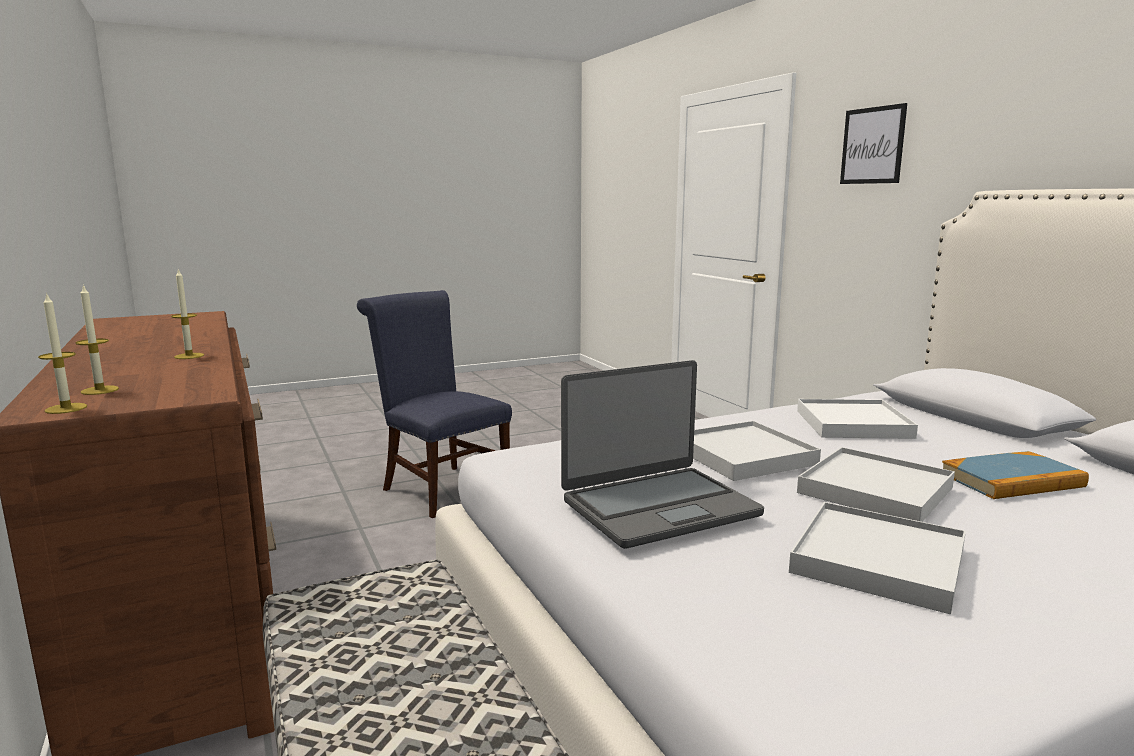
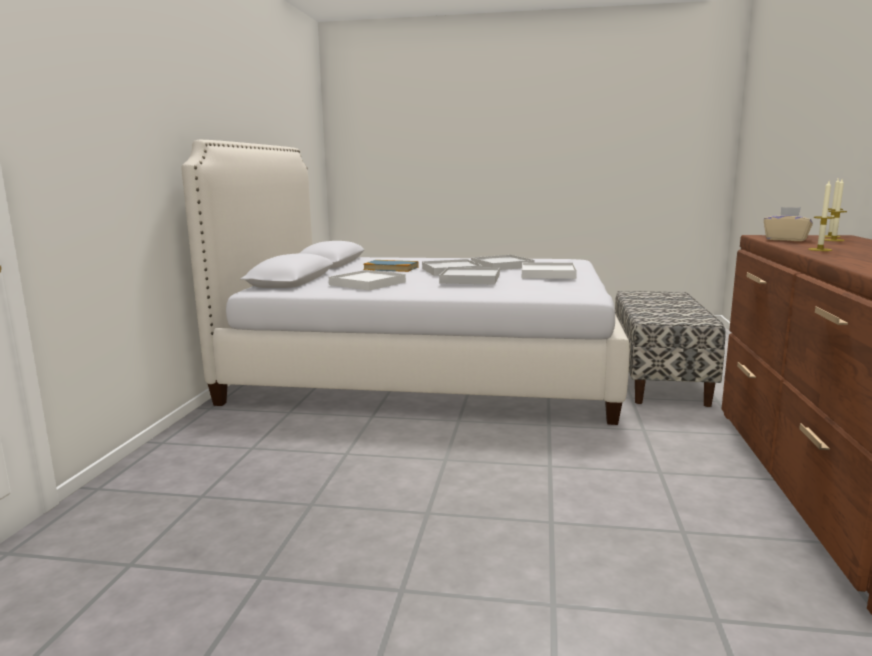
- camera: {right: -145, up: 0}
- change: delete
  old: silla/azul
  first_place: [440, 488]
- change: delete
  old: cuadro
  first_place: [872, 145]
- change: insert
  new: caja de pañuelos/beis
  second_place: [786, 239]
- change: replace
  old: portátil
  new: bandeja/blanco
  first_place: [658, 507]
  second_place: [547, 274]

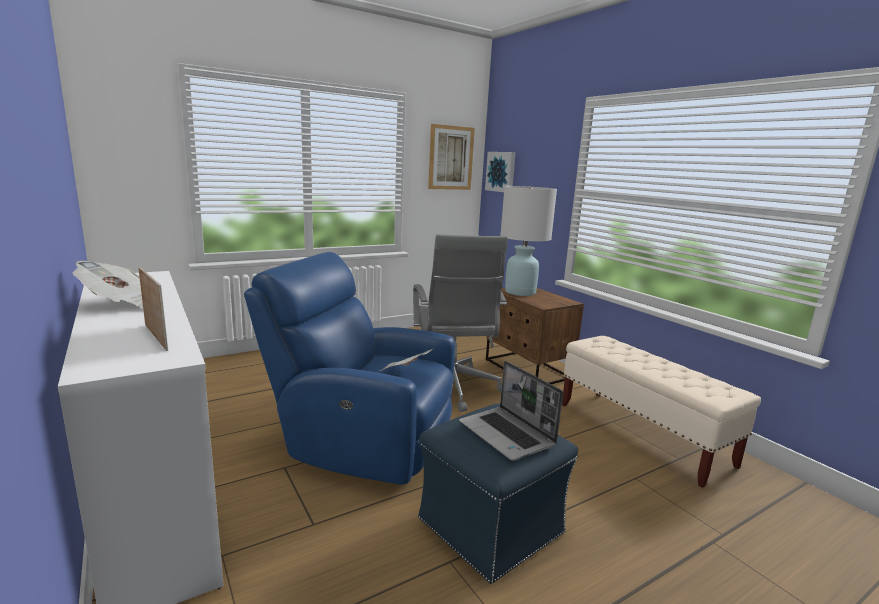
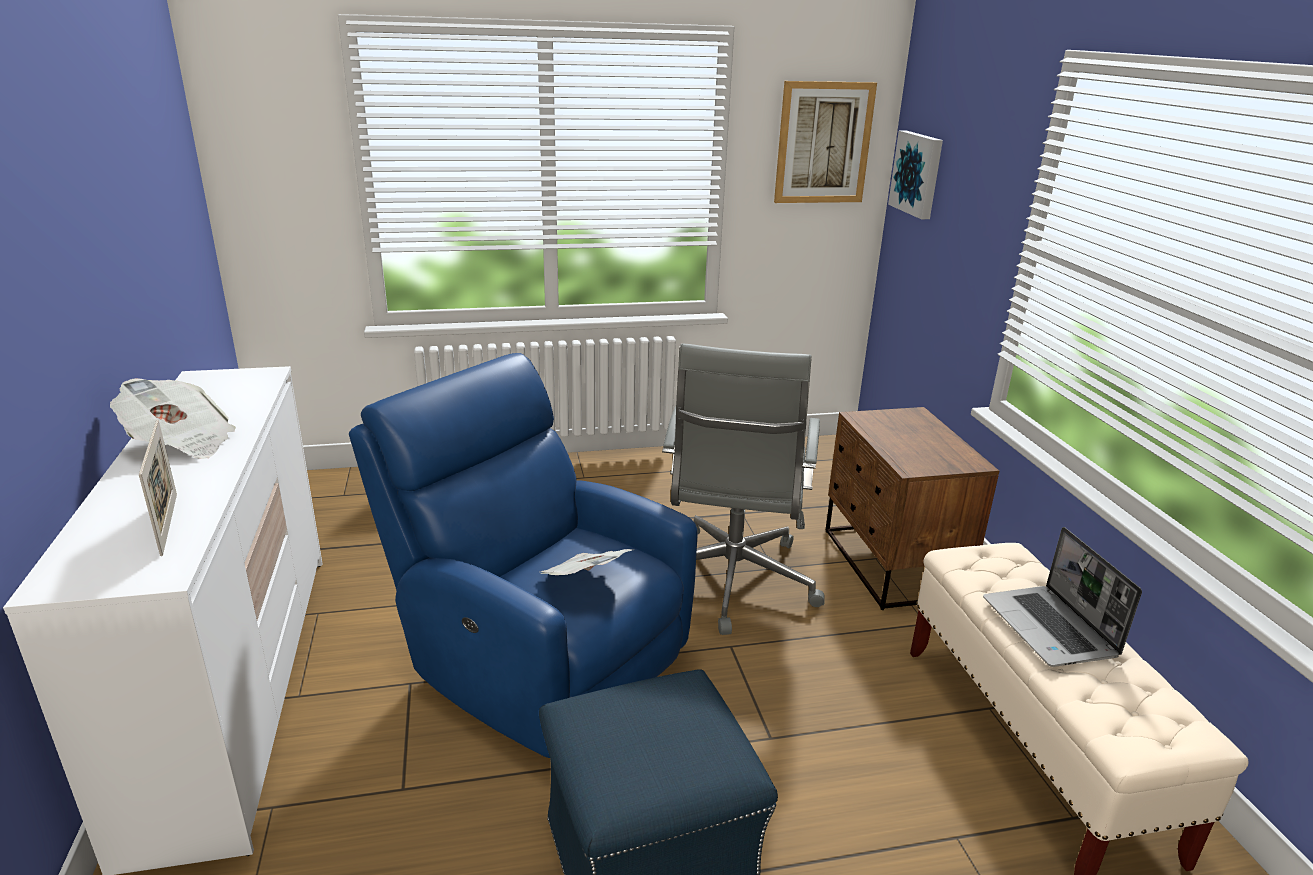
- camera: {right: 20, up: 10}
- change: delete
  old: lámpara de mesa/blanco
  first_place: [520, 292]
- change: move
  old: portátil
  first_place: [507, 434]
  second_place: [1050, 628]

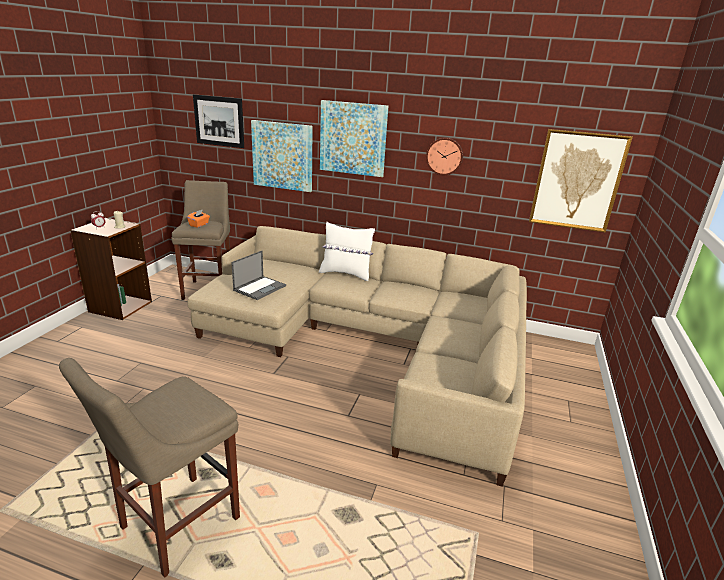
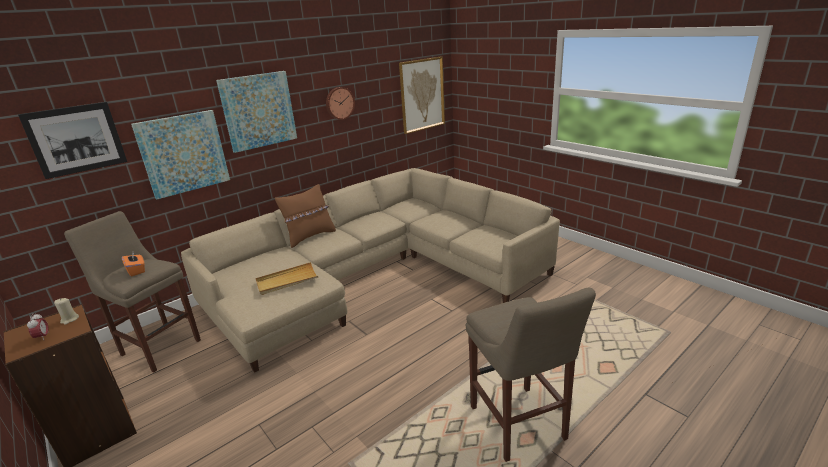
- camera: {right: -55, up: 0}
- change: replace
  old: portátil
  new: bandeja/beis
  first_place: [260, 288]
  second_place: [287, 281]
- change: recolor
  old: cojín/blanco
  new: cojín/marrón
  first_place: [346, 274]
  second_place: [310, 237]

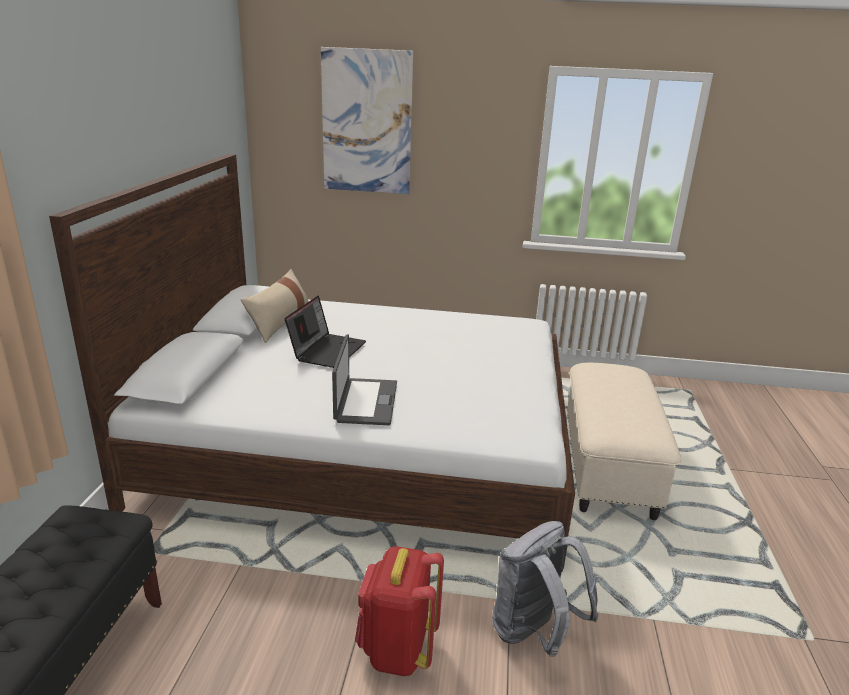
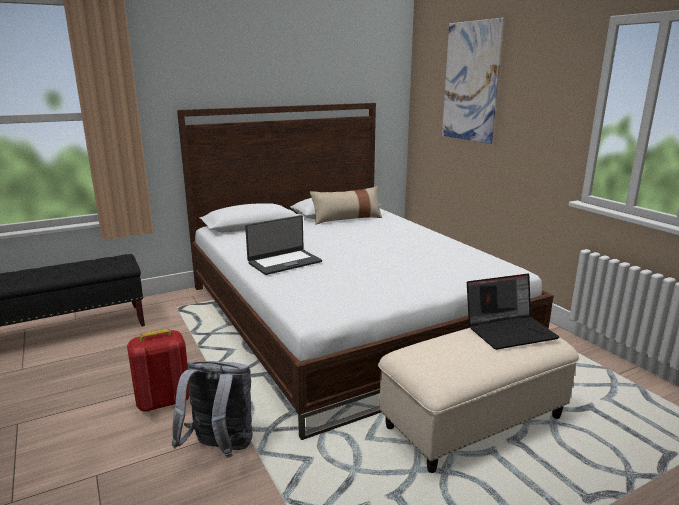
- camera: {right: 55, up: -5}
- change: move
  old: portátil
  first_place: [327, 350]
  second_place: [510, 330]

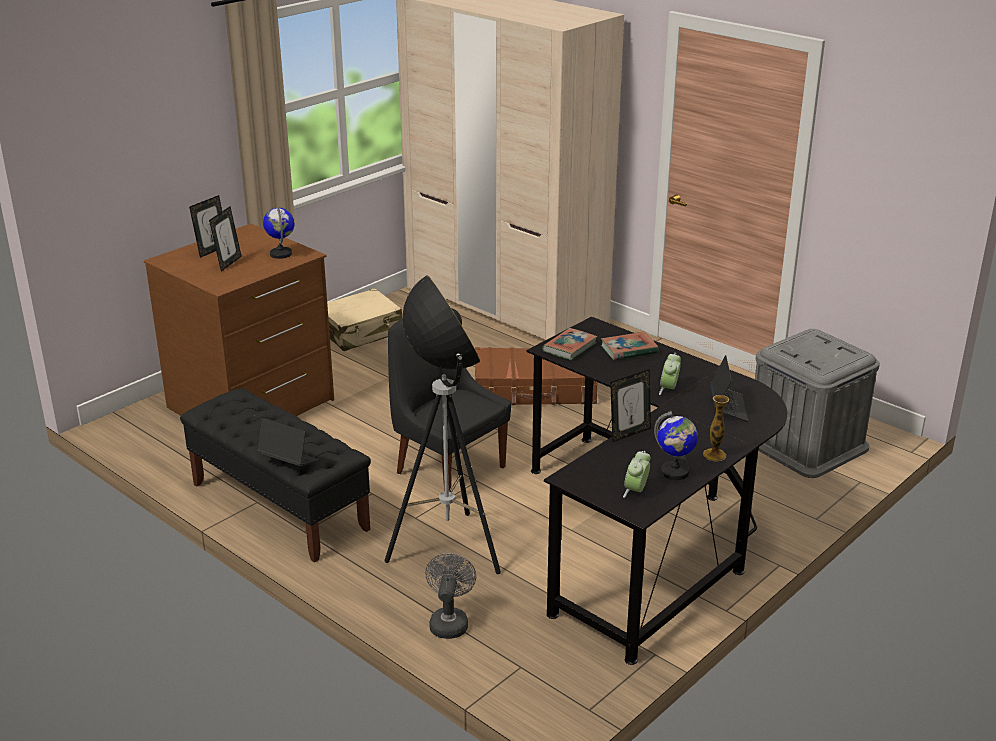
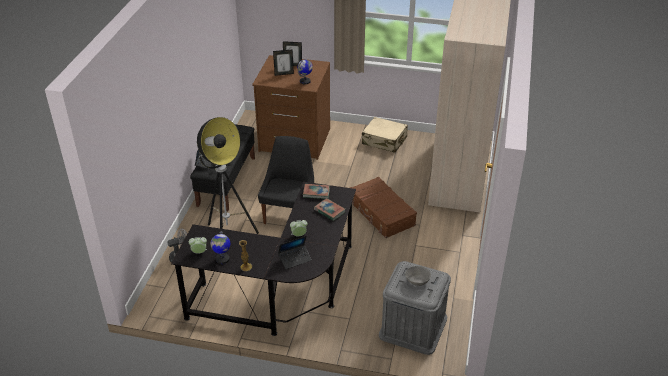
- camera: {right: 60, up: 10}
- change: delete
  old: portarretratos
  first_place: [629, 433]
- change: insert
  new: cuenco/gris
  second_place: [417, 281]

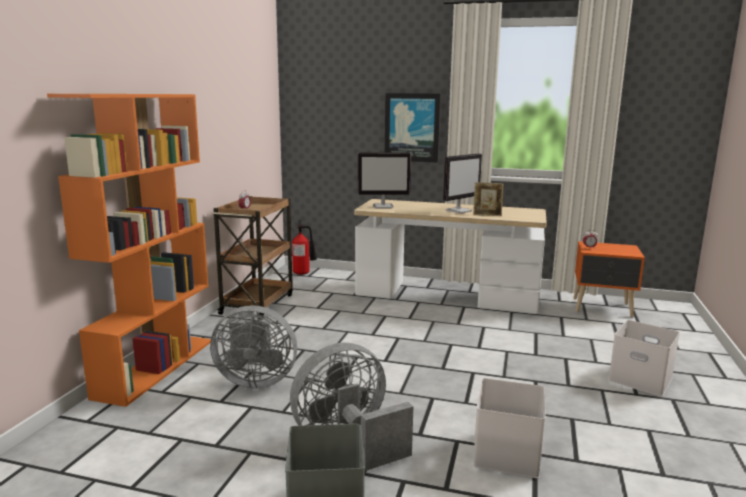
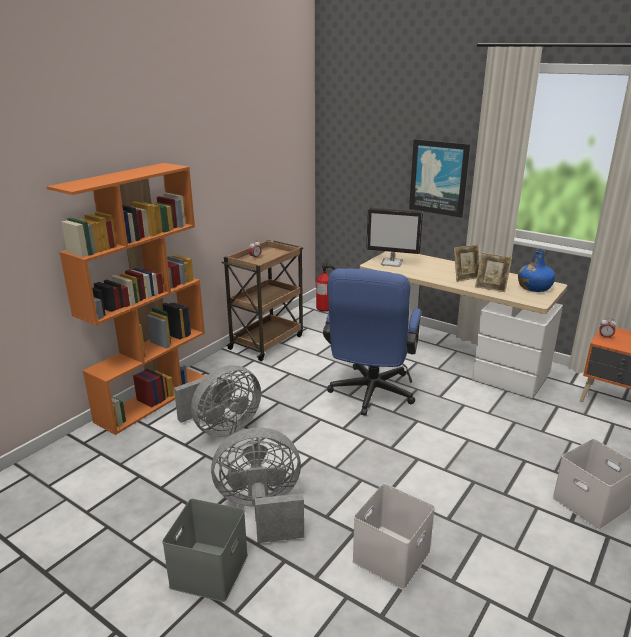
- camera: {right: 20, up: 10}
- change: insert
  new: silla de oficina/azul
  second_place: [370, 395]
- change: insert
  new: botella/azul
  second_place: [534, 288]
- change: replace
  old: monitor
  new: portarretratos
  first_place: [459, 211]
  second_place: [465, 278]
- change: rotate
  old: ventilador/gris
  first_place: [255, 380]
  second_place: [222, 428]
  degrees: -60

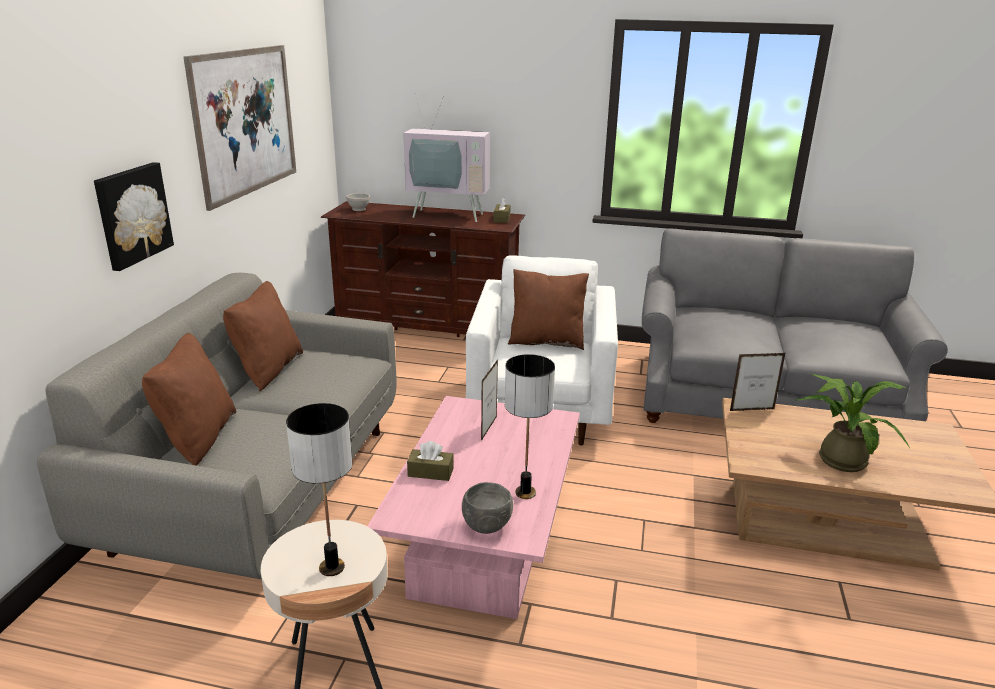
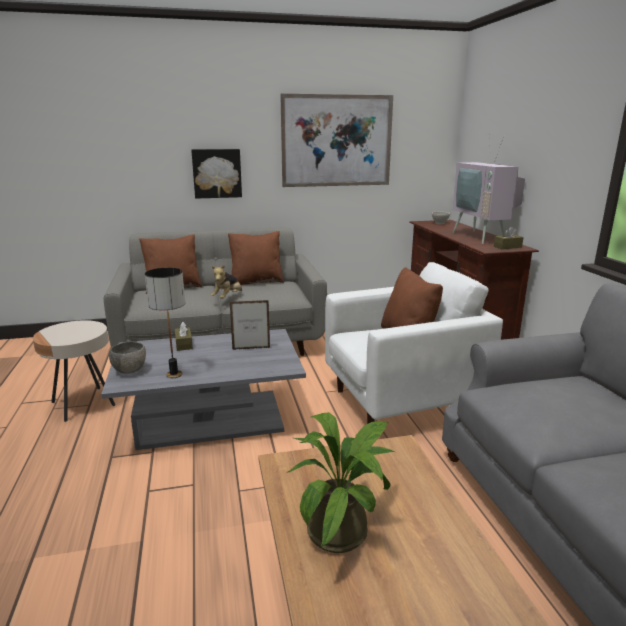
- camera: {right: 65, up: -5}
- change: delete
  old: lámpara de mesa
  first_place: [332, 568]
- change: delete
  old: portarretratos
  first_place: [752, 410]
- change: insert
  new: peluche
  second_place: [228, 297]
- change: recolor
  old: mesa de centro/rosa
  new: mesa de centro/gris
  first_place: [485, 541]
  second_place: [211, 419]

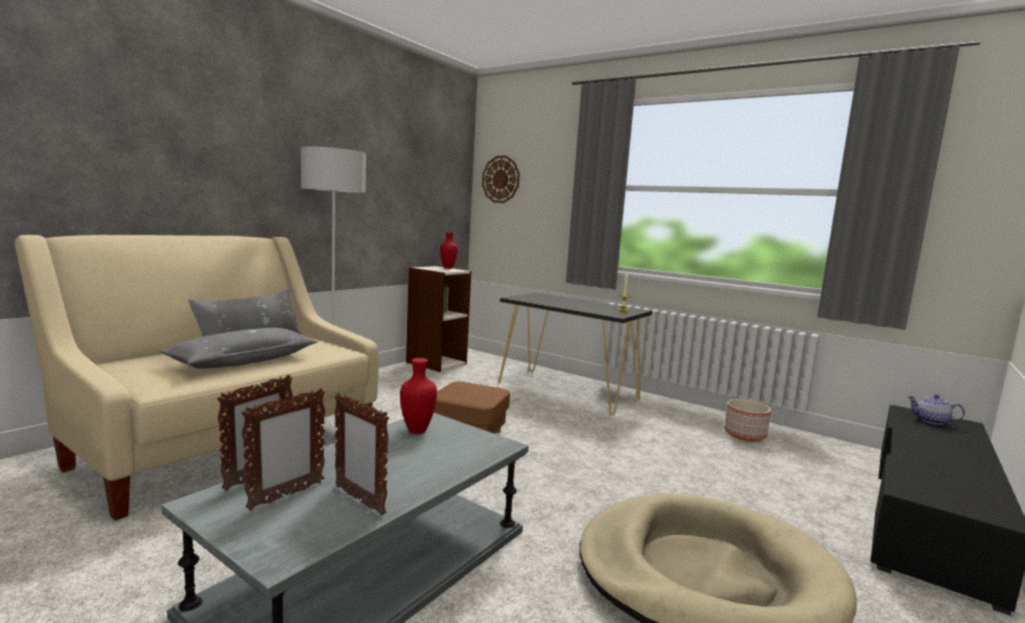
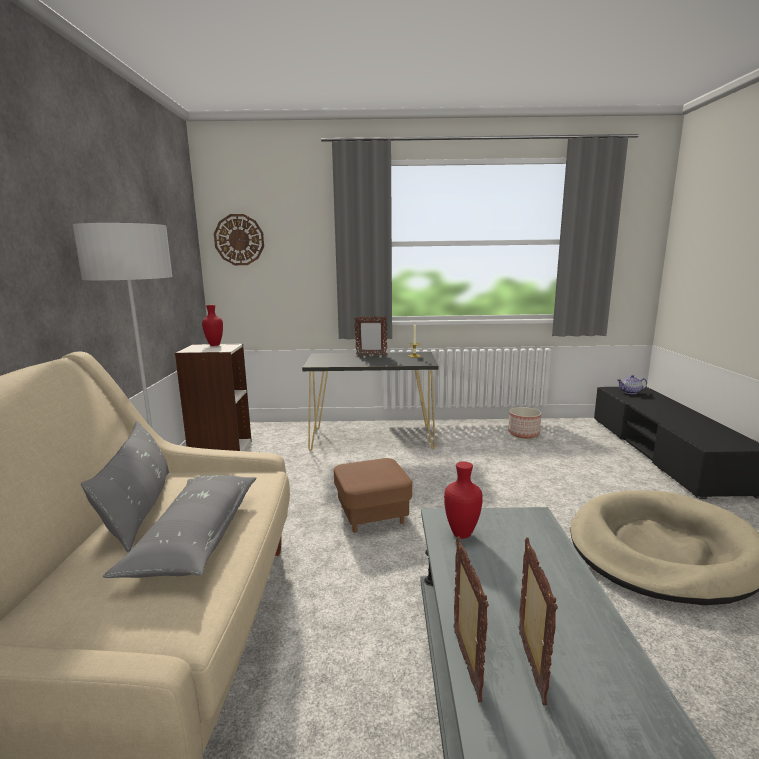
- camera: {right: -35, up: 5}
- change: move
  old: portarretratos
  first_place: [359, 500]
  second_place: [371, 355]

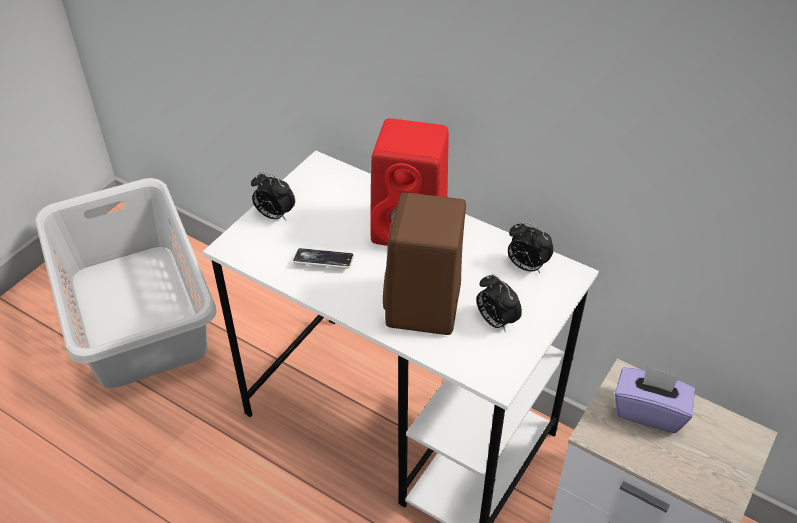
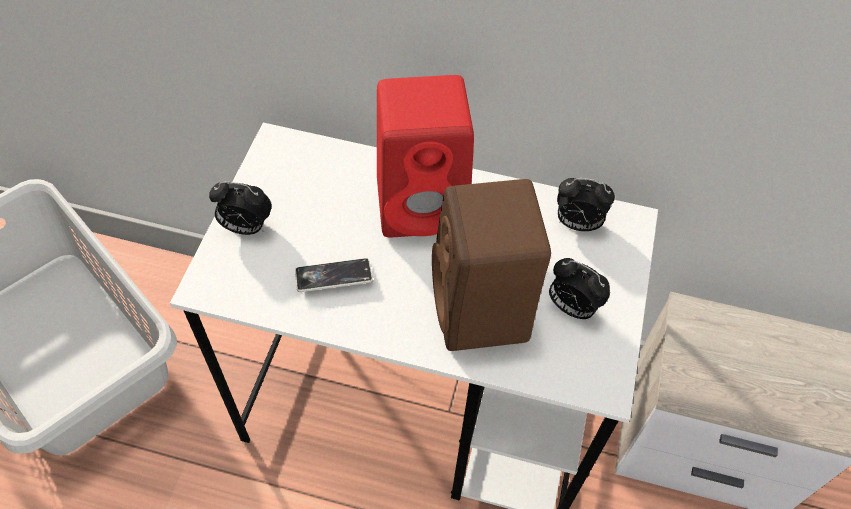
- camera: {right: -20, up: 10}
- change: delete
  old: caja de pañuelos/morado
  first_place: [649, 411]

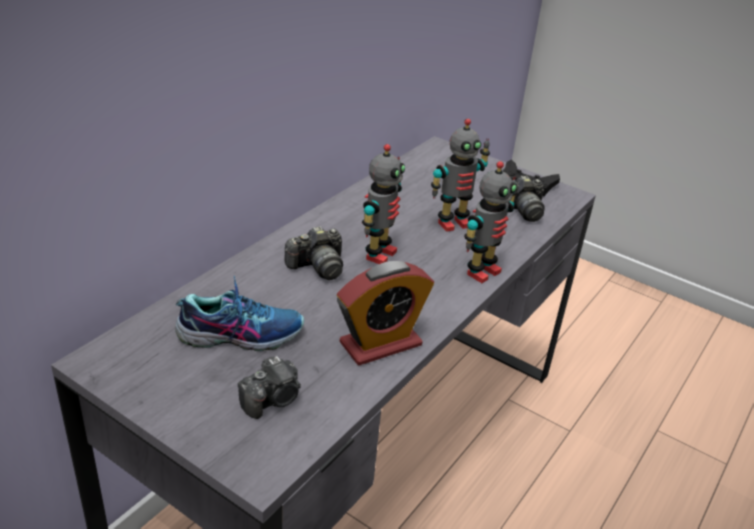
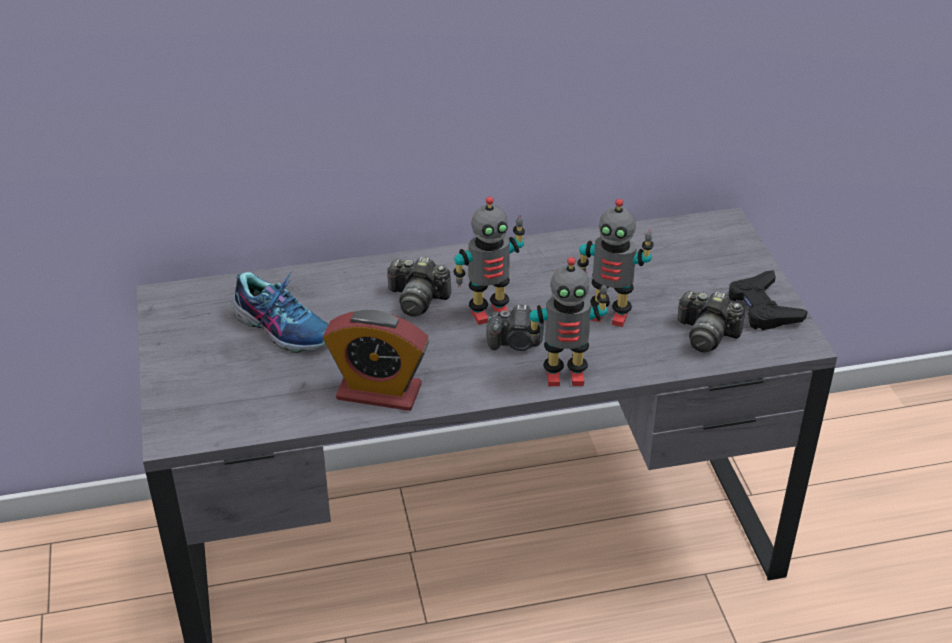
- camera: {right: 45, up: 5}
- change: move
  old: cámara
  first_place: [272, 400]
  second_place: [516, 343]

